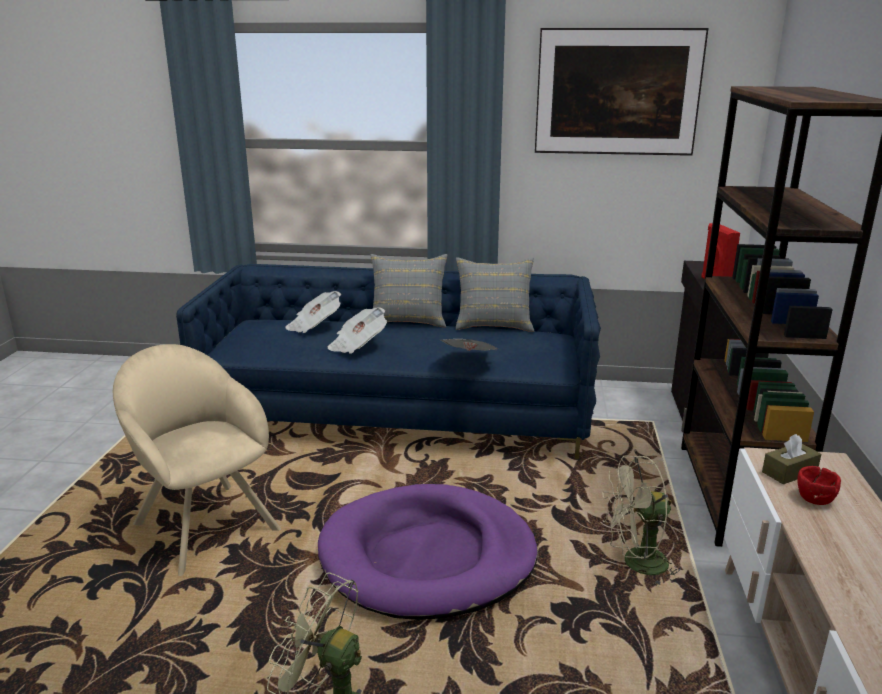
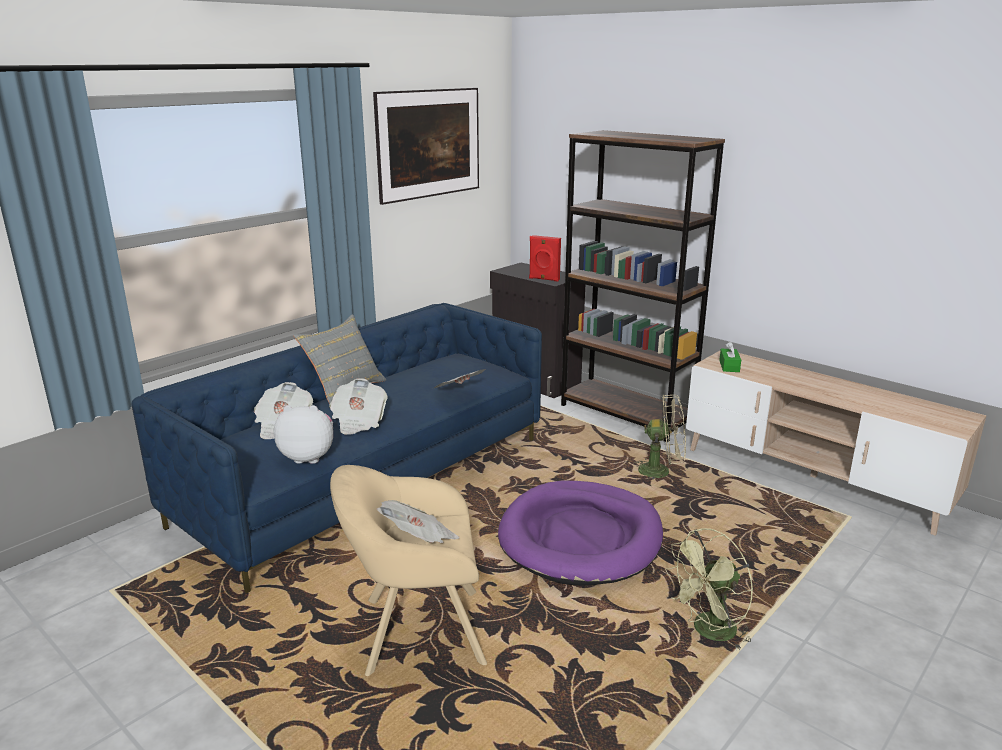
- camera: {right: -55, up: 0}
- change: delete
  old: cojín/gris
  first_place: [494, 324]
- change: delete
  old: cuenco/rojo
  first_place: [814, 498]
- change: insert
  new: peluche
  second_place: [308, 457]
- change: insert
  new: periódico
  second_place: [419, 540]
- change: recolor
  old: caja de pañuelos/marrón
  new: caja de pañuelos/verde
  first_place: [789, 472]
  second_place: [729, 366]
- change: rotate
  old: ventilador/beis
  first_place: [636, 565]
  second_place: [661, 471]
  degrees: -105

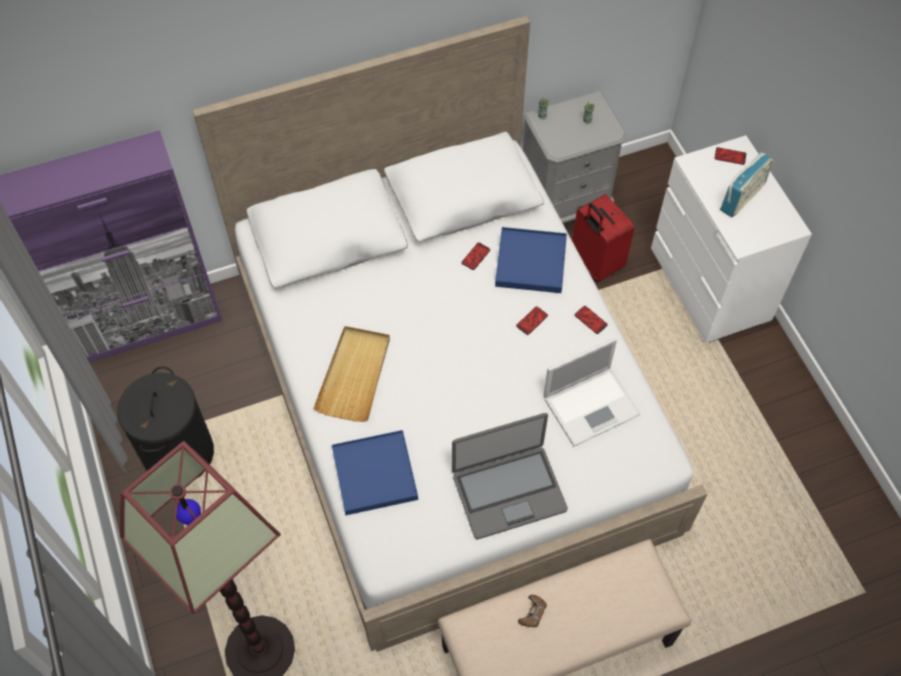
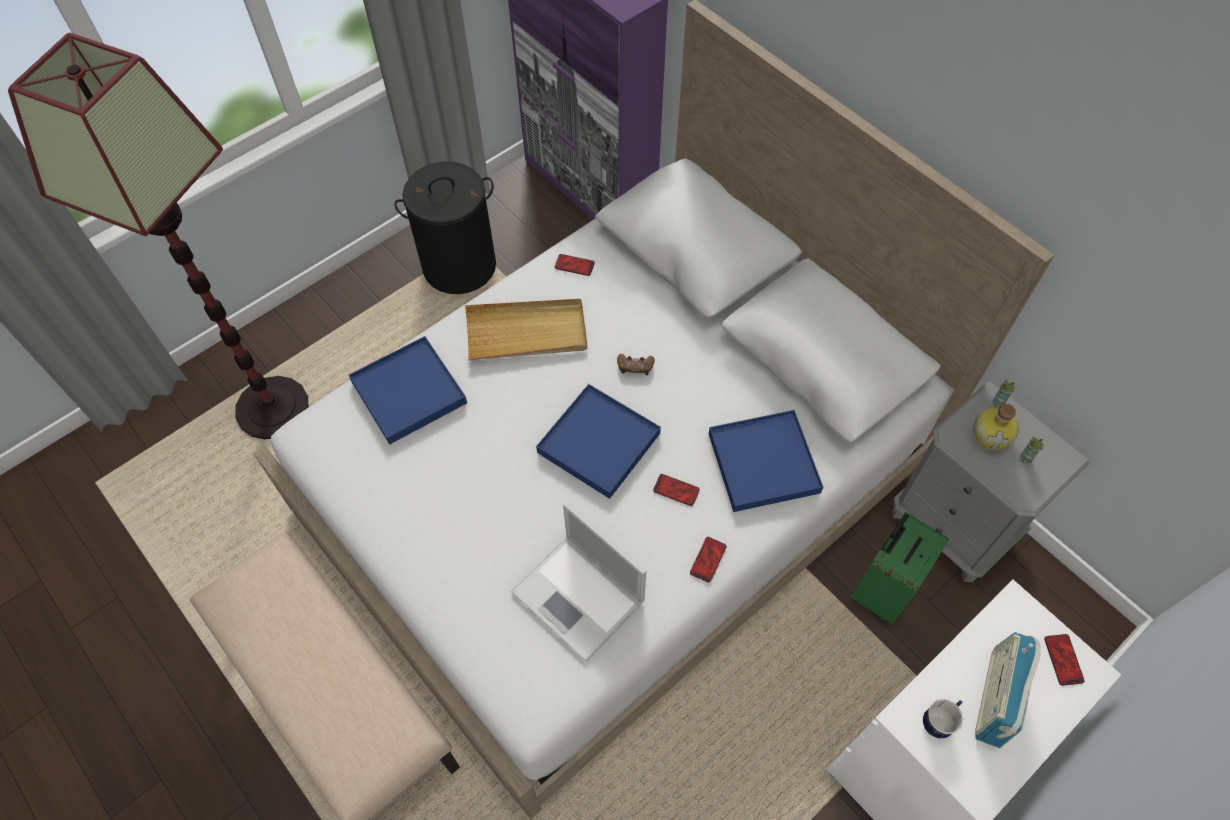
- camera: {right: 70, up: 0}
- change: delete
  old: portátil
  first_place: [508, 491]
- change: insert
  new: bandeja/azul
  second_place: [599, 443]
- change: insert
  new: taza grande
  second_place: [939, 721]
- change: insert
  new: botella
  second_place: [991, 435]
- change: move
  old: móvil
  first_place: [476, 256]
  second_place: [574, 265]
- change: move
  old: mando de consola/marrón
  first_place: [532, 613]
  second_place: [635, 366]
- change: recolor
  old: maleta/rojo
  new: maleta/verde
  first_place: [595, 263]
  second_place: [882, 588]
- change: rotate
  old: radio
  first_place: [742, 197]
  second_place: [995, 697]
  degrees: 90

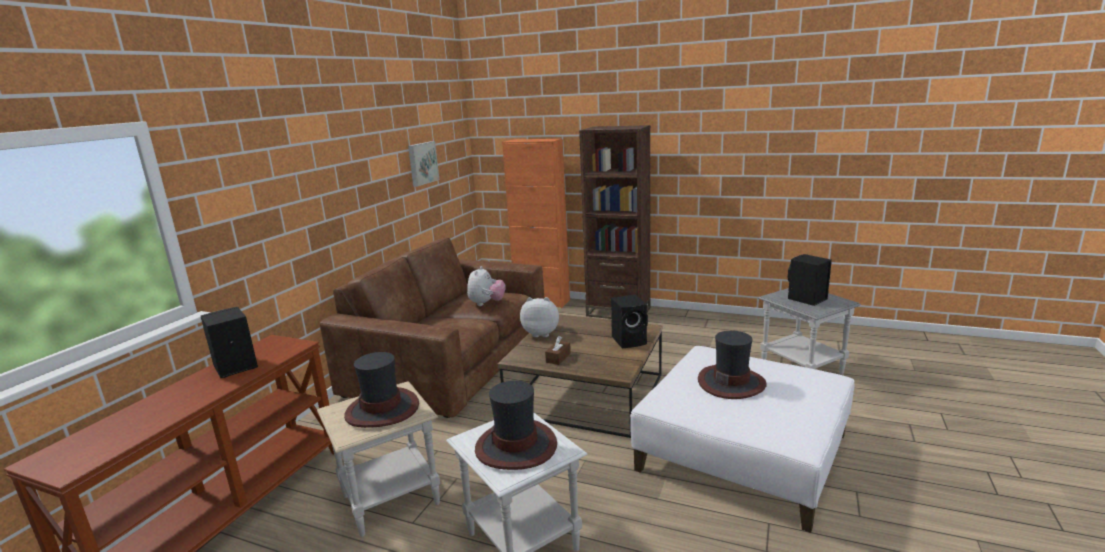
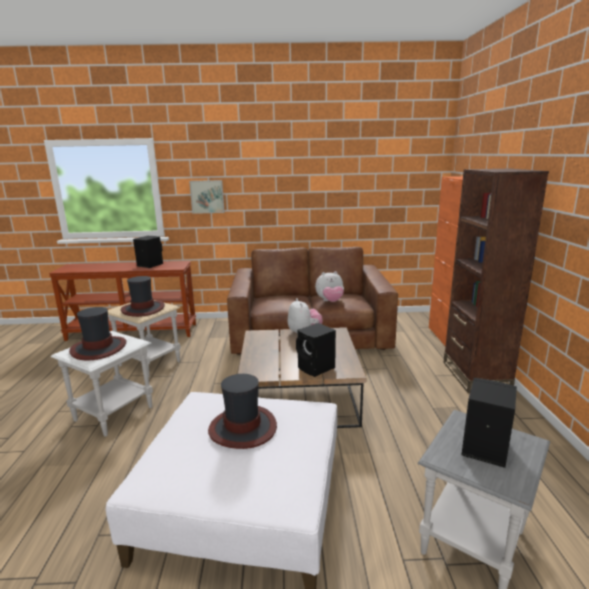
- camera: {right: 65, up: 0}
- change: delete
  old: caja de pañuelos/marrón
  first_place: [558, 358]
- change: move
  old: cuadro
  first_place: [422, 163]
  second_place: [207, 196]

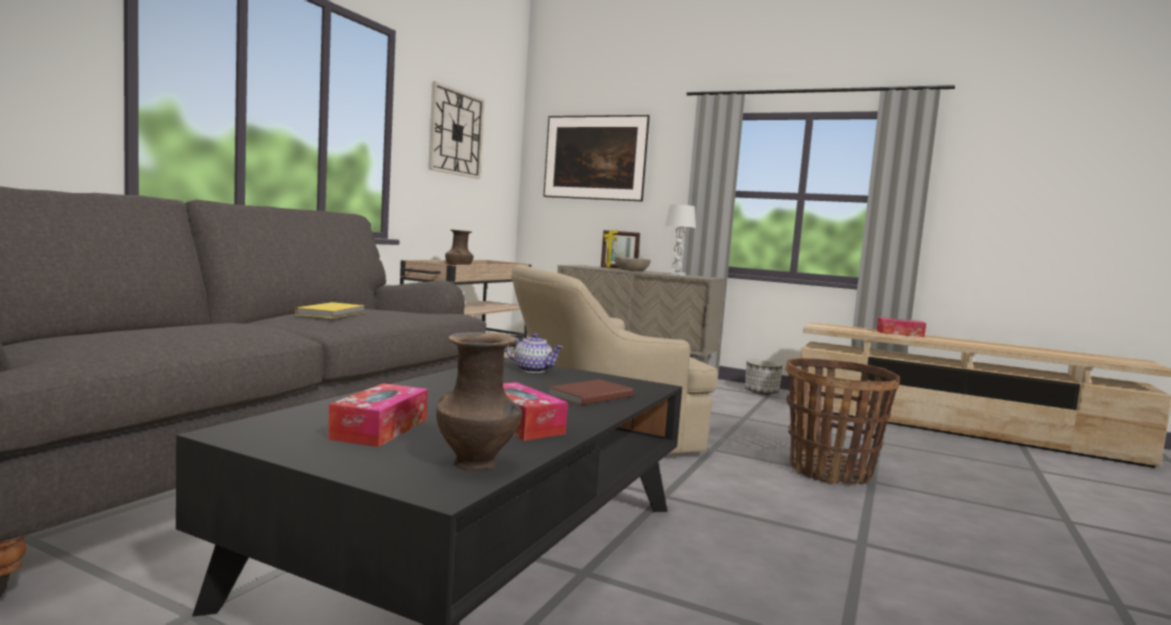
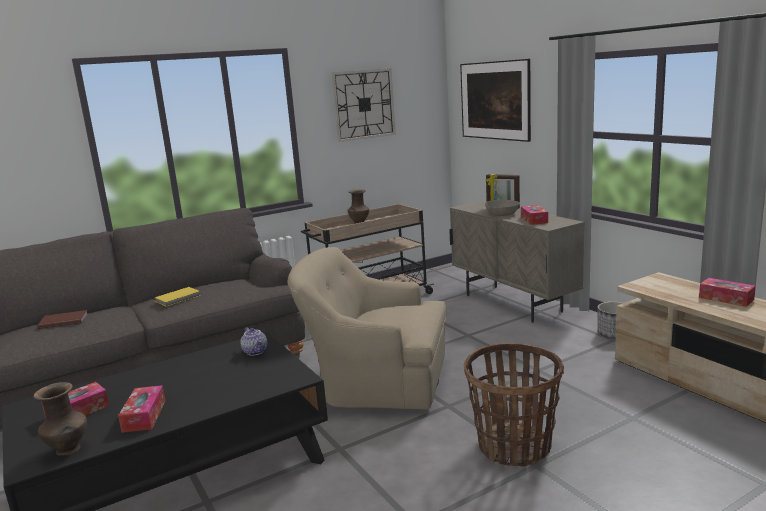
- camera: {right: 35, up: 10}
- change: move
  old: libro/marrón
  first_place: [588, 395]
  second_place: [63, 321]
- change: replace
  old: lámpara de mesa/blanco
  new: caja de pañuelos
  first_place: [675, 274]
  second_place: [534, 220]

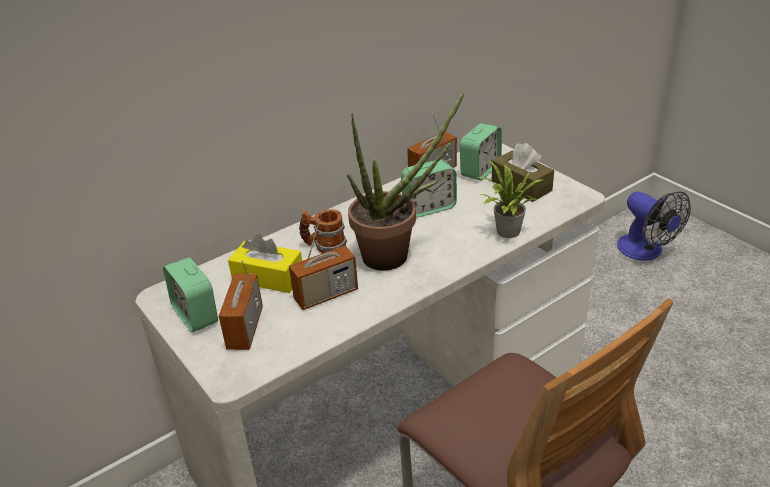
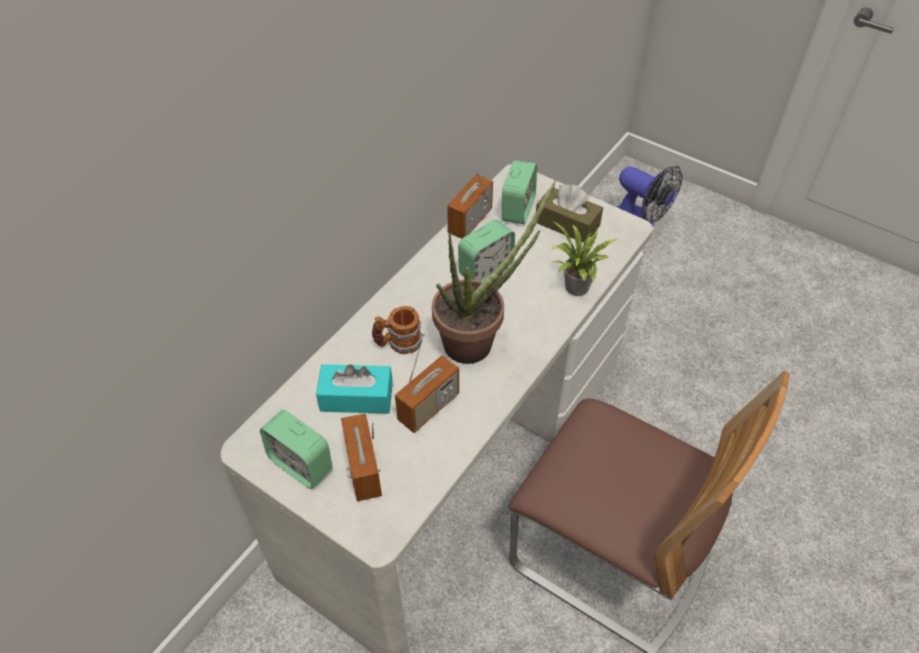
- camera: {right: -20, up: 15}
- change: recolor
  old: caja de pañuelos/amarillo
  new: caja de pañuelos/turquesa
  first_place: [268, 277]
  second_place: [356, 397]

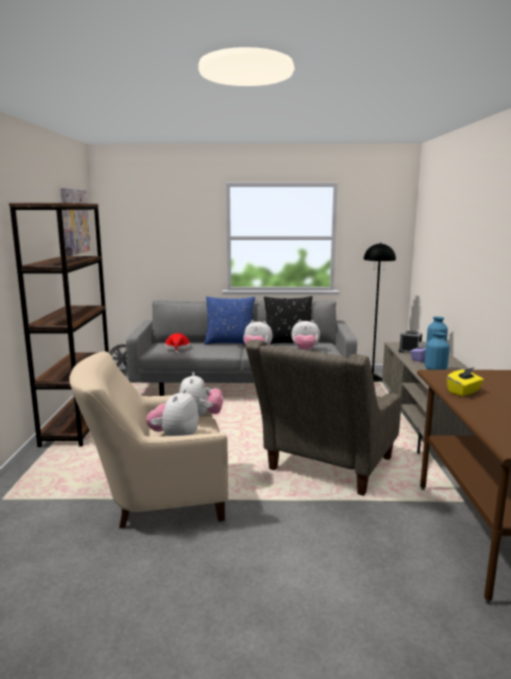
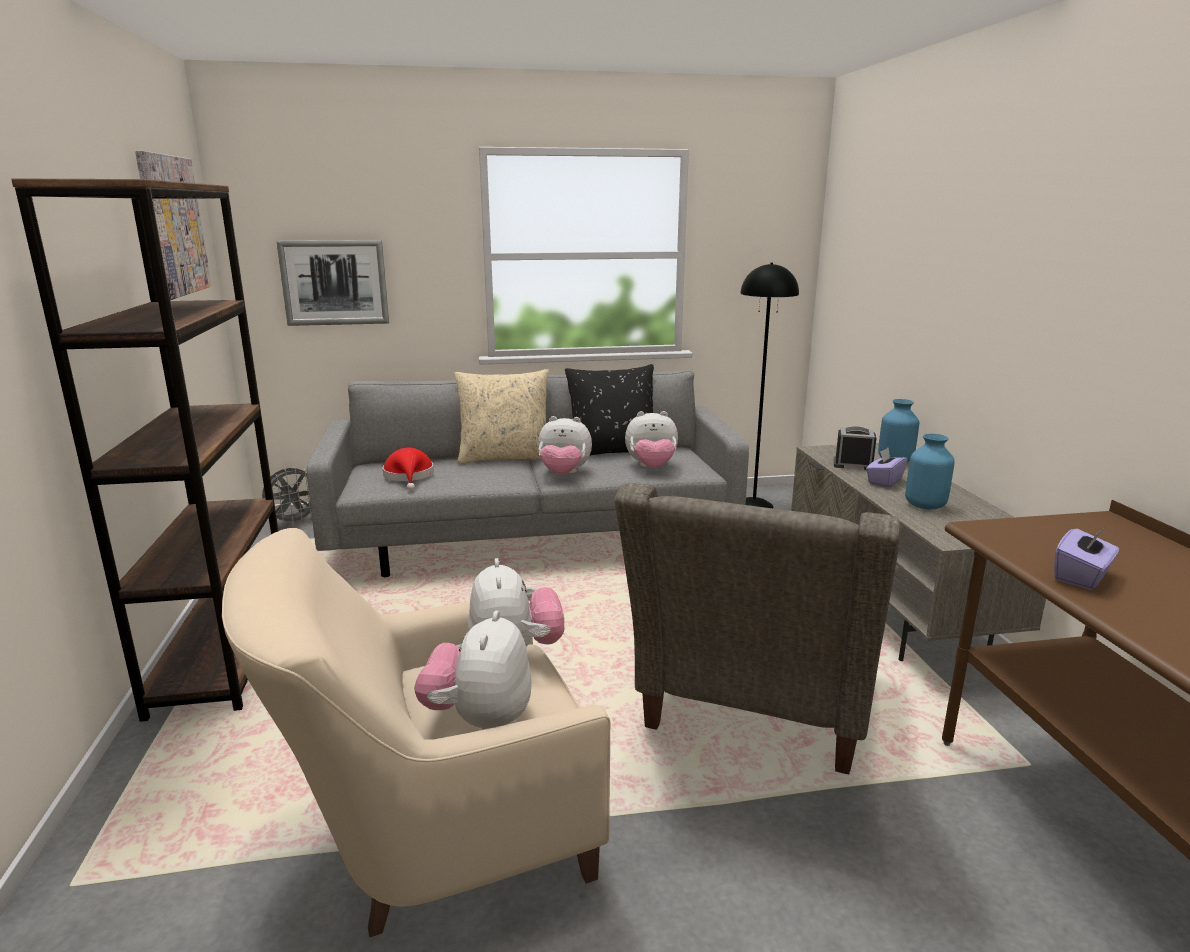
- camera: {right: -10, up: 5}
- change: insert
  new: cuadro
  second_place: [334, 283]
- change: recolor
  old: cojín/azul
  new: cojín/beis
  first_place: [230, 343]
  second_place: [505, 458]
- change: recolor
  old: caja de pañuelos/amarillo
  new: caja de pañuelos/morado
  first_place: [464, 392]
  second_place: [1081, 577]

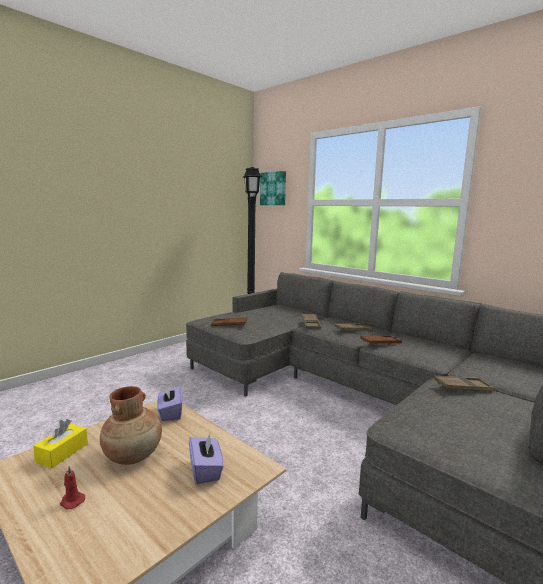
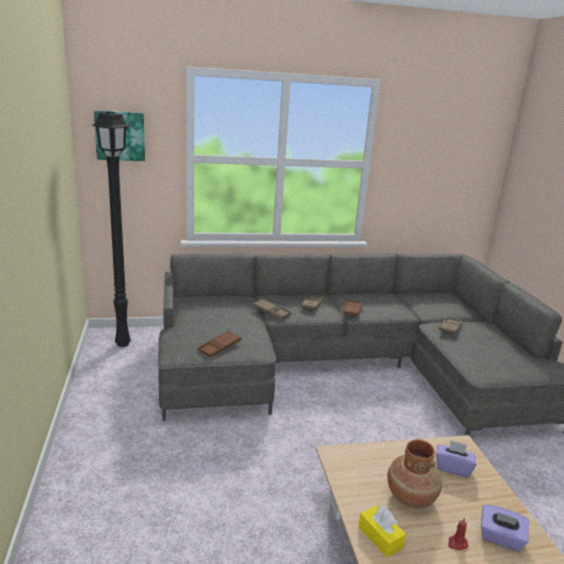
- camera: {right: -55, up: 10}
- change: move
  old: caja de pañuelos/morado
  first_place: [170, 413]
  second_place: [500, 538]

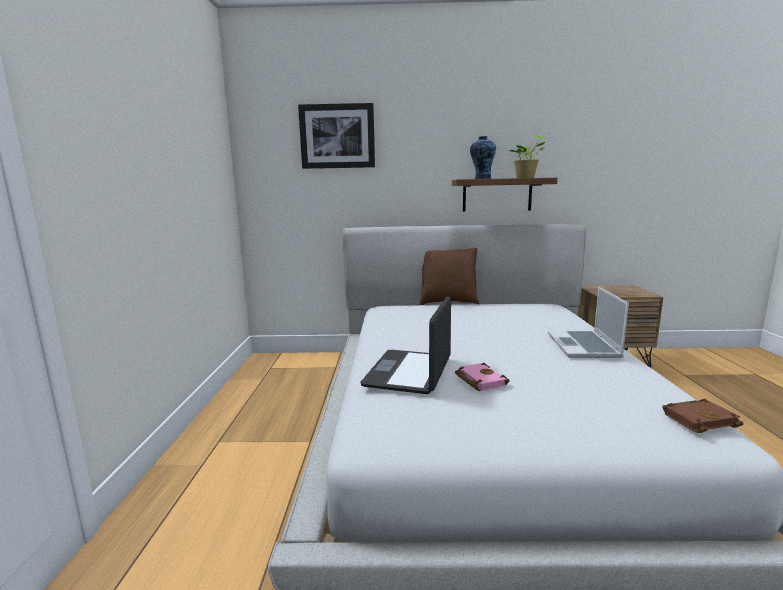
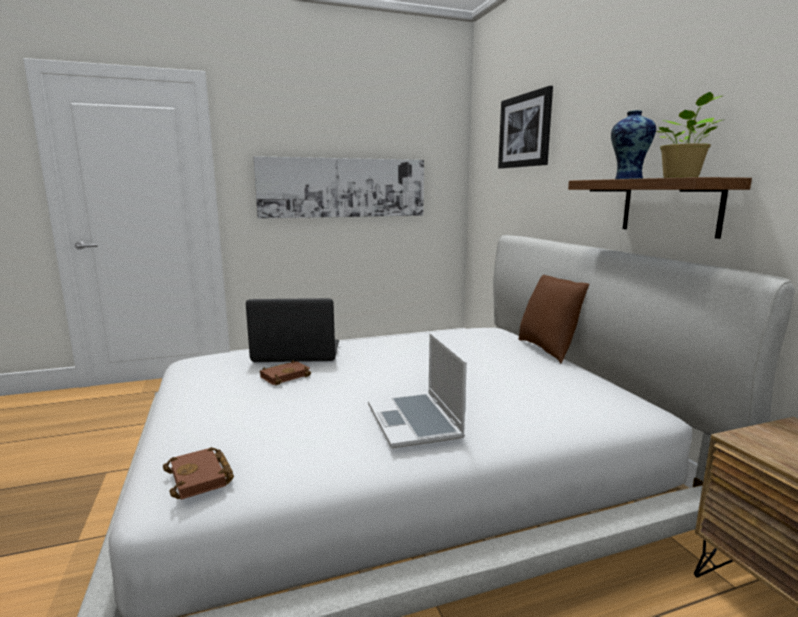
- camera: {right: 70, up: 0}
- change: insert
  new: cuadro
  second_place: [343, 188]
- change: recolor
  old: libro/rosa
  new: libro/marrón
  first_place: [478, 380]
  second_place: [285, 376]
- change: rotate
  old: portátil
  first_place: [584, 346]
  second_place: [415, 422]
  degrees: -90

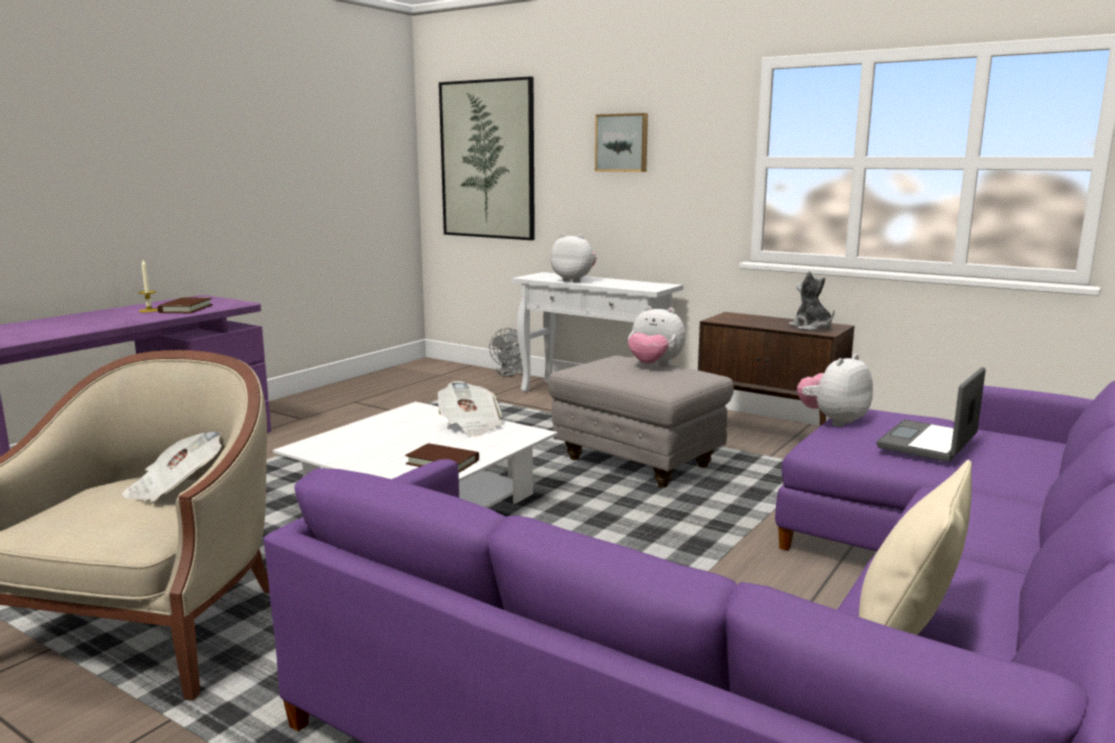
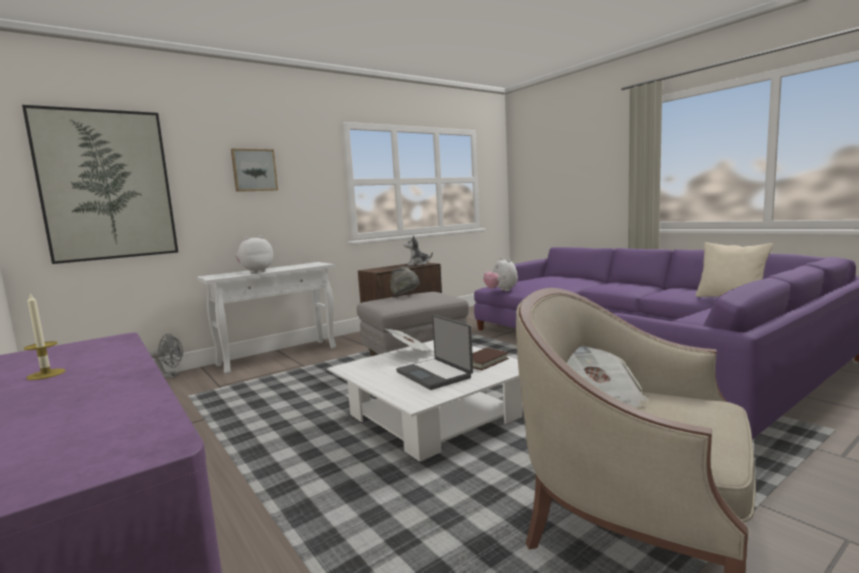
- camera: {right: -70, up: -5}
- change: delete
  old: libro/marrón
  first_place: [186, 309]
- change: move
  old: portátil
  first_place: [929, 443]
  second_place: [435, 374]
- change: replace
  old: peluche
  new: sombrero/gris
  first_place: [654, 365]
  second_place: [405, 296]

